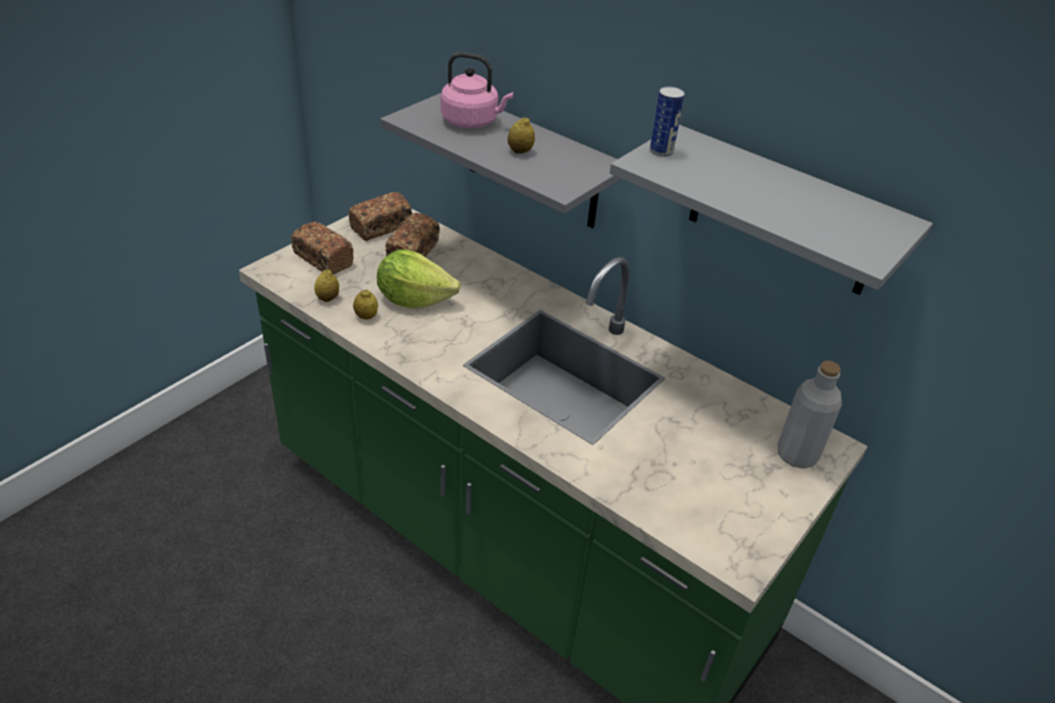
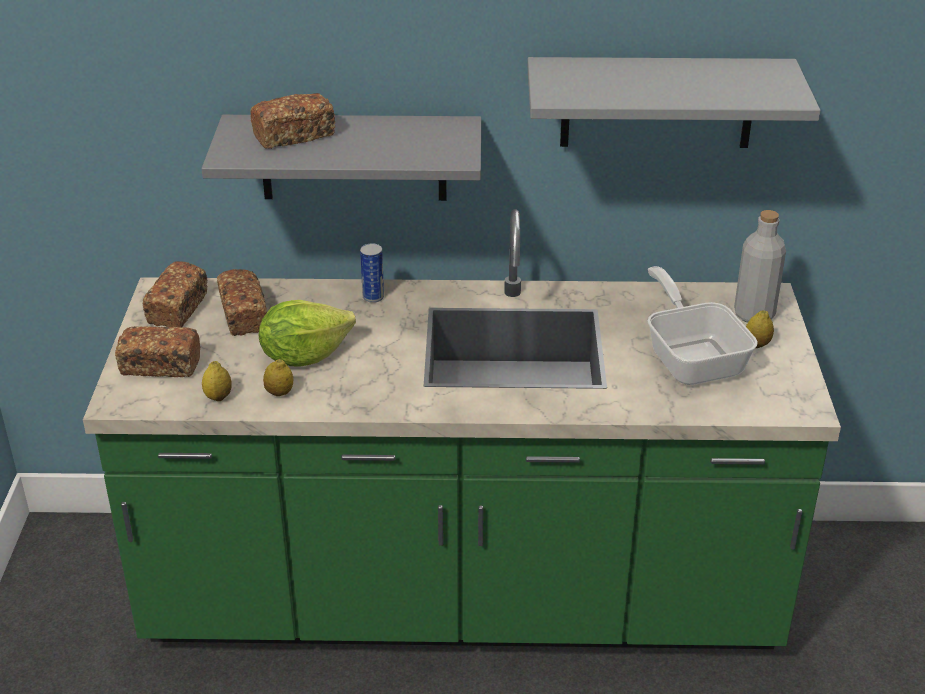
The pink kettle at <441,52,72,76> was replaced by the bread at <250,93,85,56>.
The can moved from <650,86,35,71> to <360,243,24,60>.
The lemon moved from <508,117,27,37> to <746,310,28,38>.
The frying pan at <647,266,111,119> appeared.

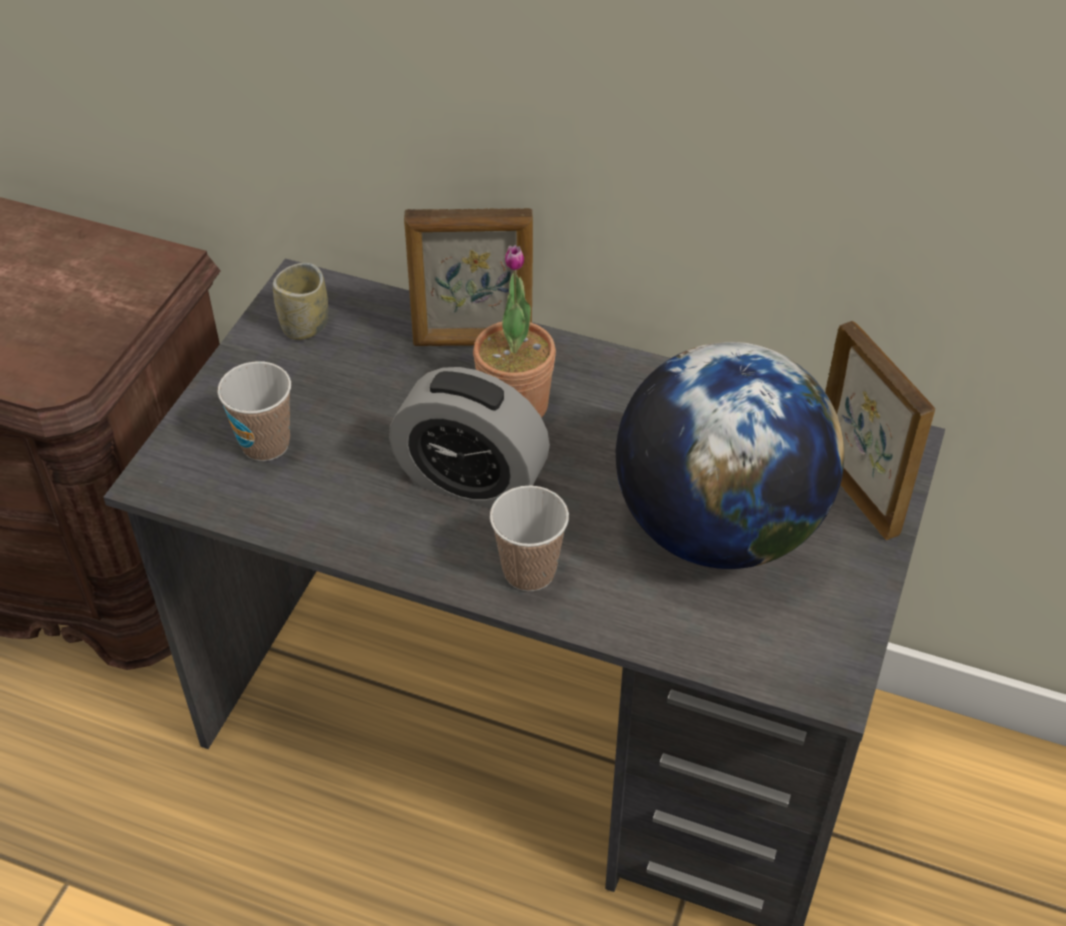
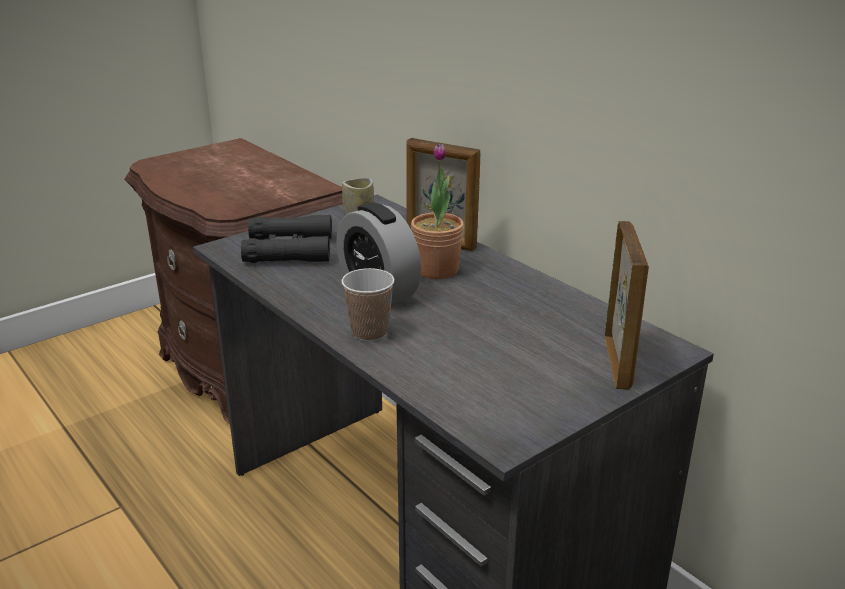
The globe at <616,342,228,227> disappeared.
The cup at <217,361,74,100> was replaced by the black binoculars at <241,215,91,48>.

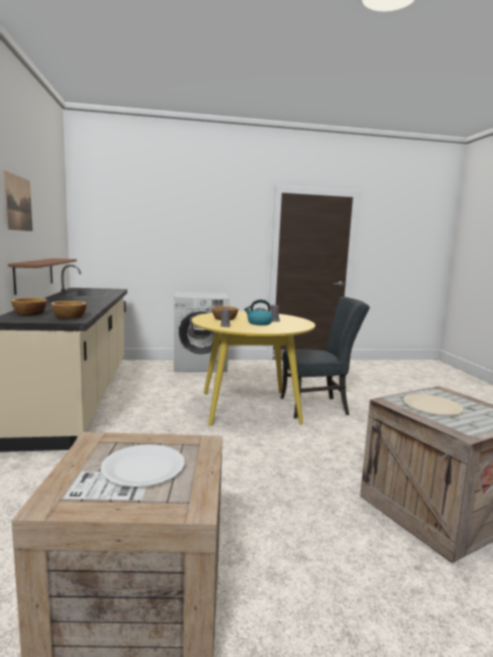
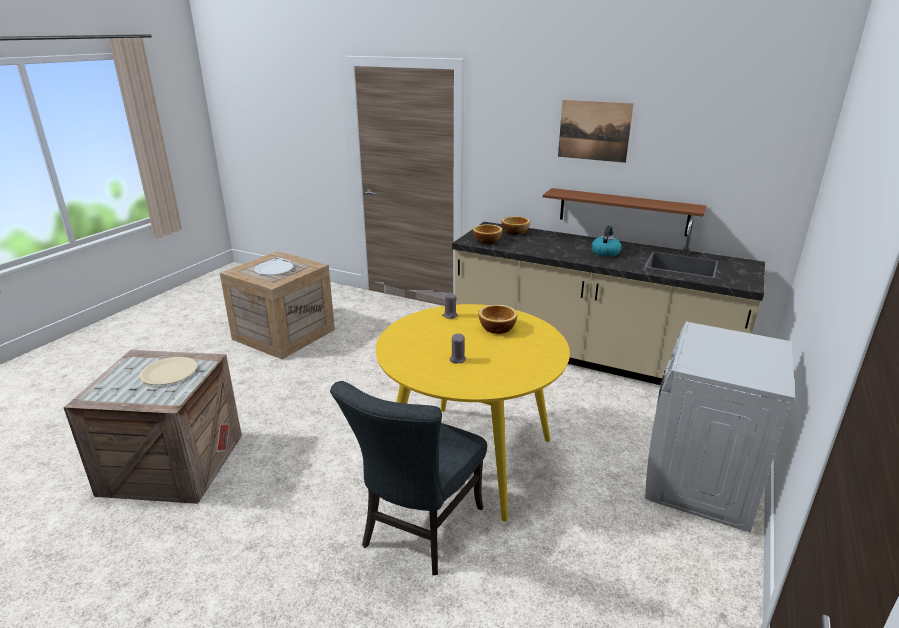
The kettle moved from <244,299,29,26> to <592,226,30,31>.

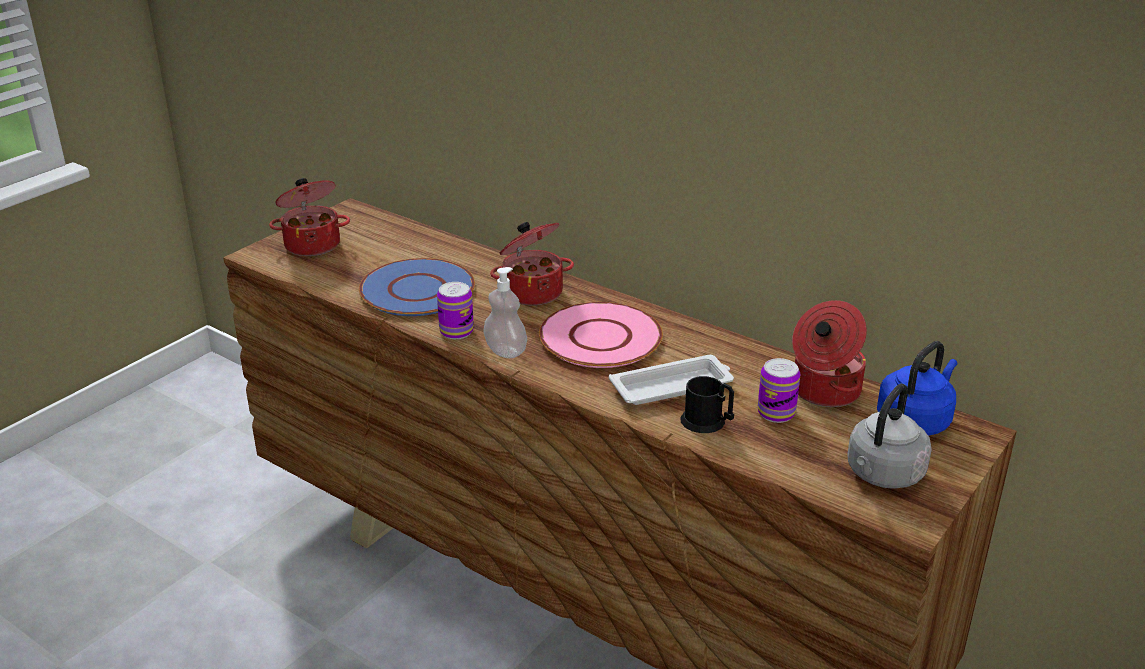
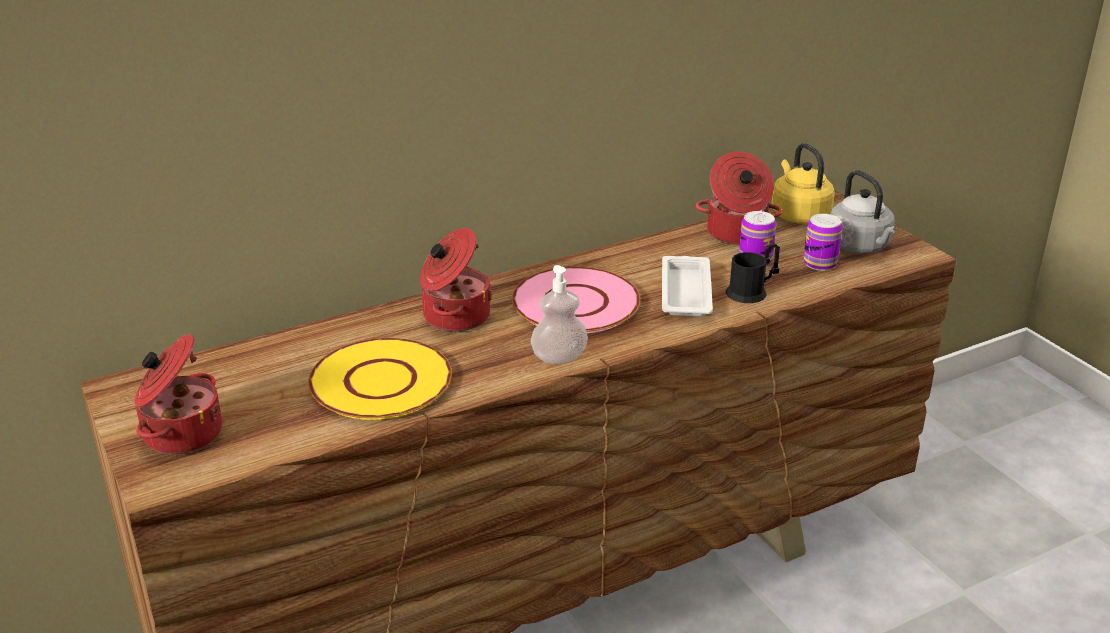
The blue plate at <359,258,116,58> became the yellow plate at <308,338,144,82>.
The can moved from <437,282,37,57> to <804,214,39,57>.
The blue kettle at <877,341,80,95> became the yellow kettle at <772,143,63,81>.

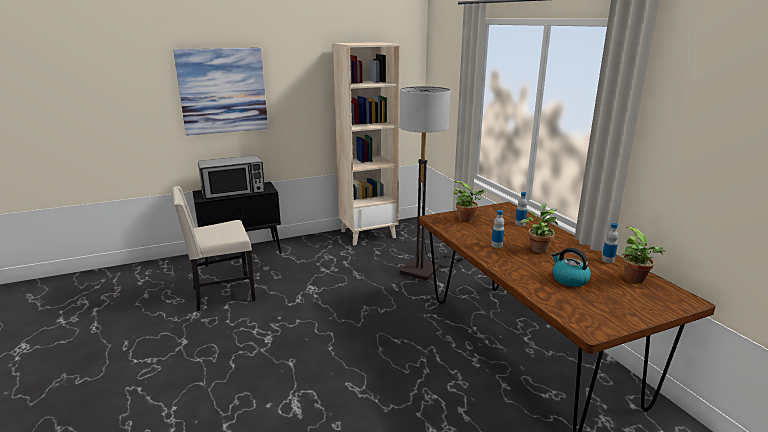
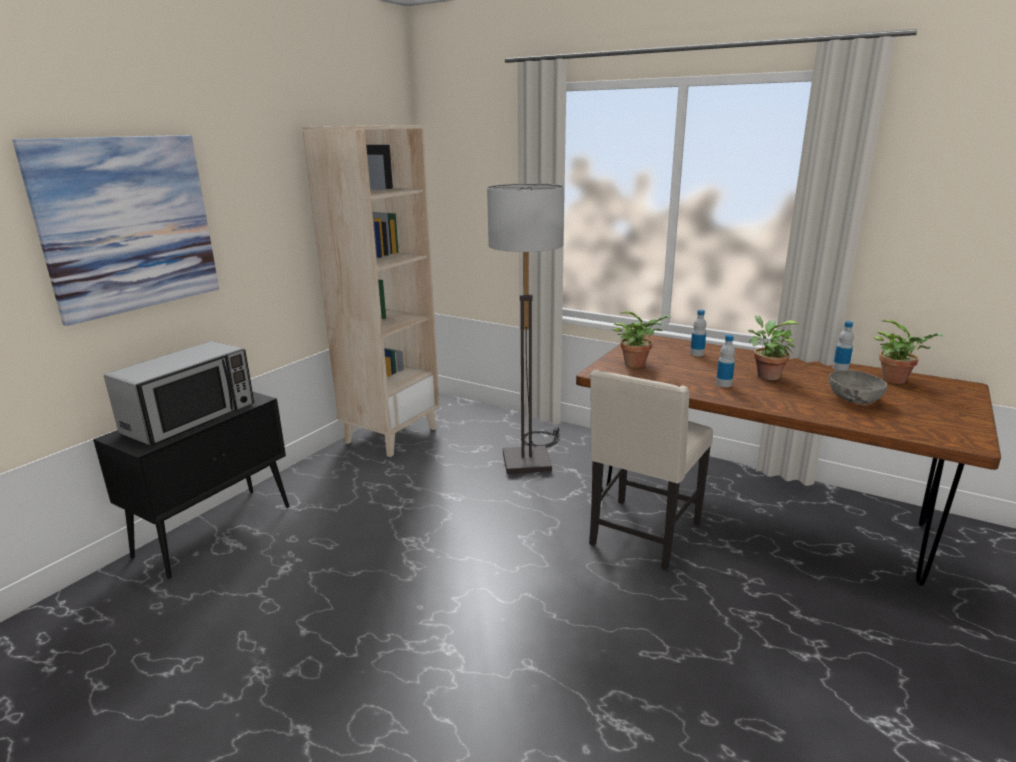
The beige chair moved from <172,186,84,125> to <589,370,124,200>.
The kettle at <552,248,39,39> was replaced by the grey bowl at <829,370,58,34>.

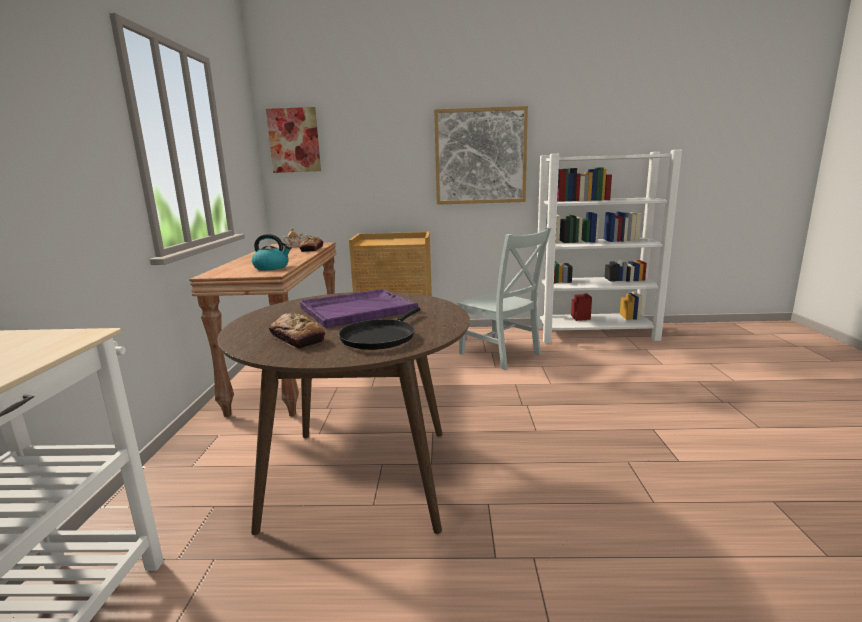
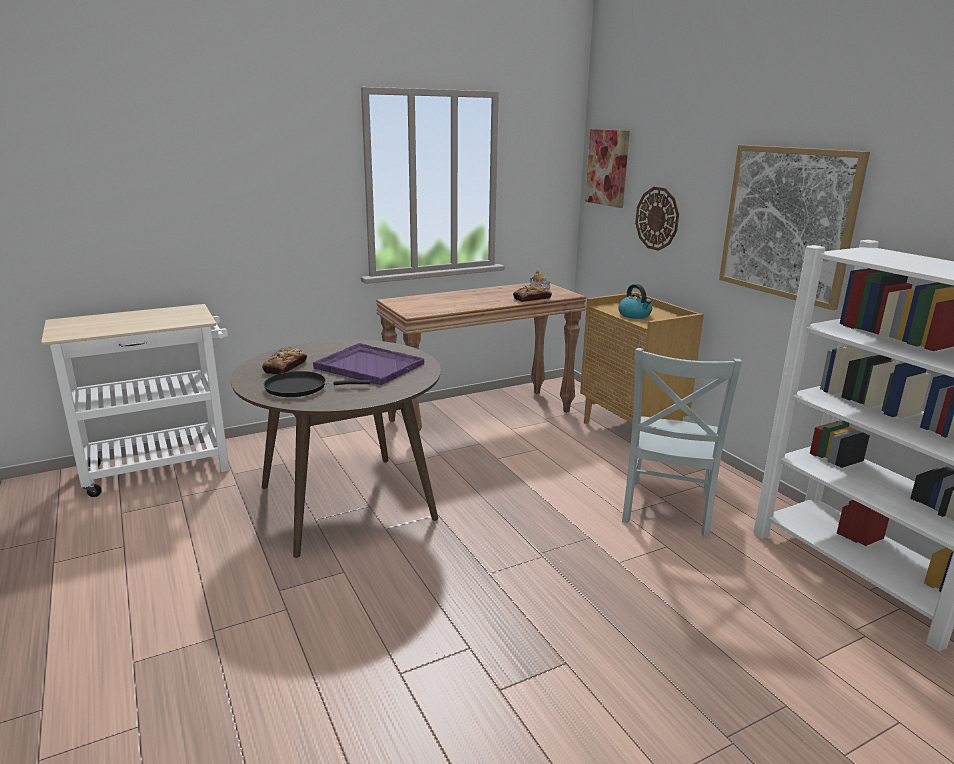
The kettle moved from <252,234,40,36> to <618,284,34,35>.
The wall clock at <635,187,44,64> appeared.

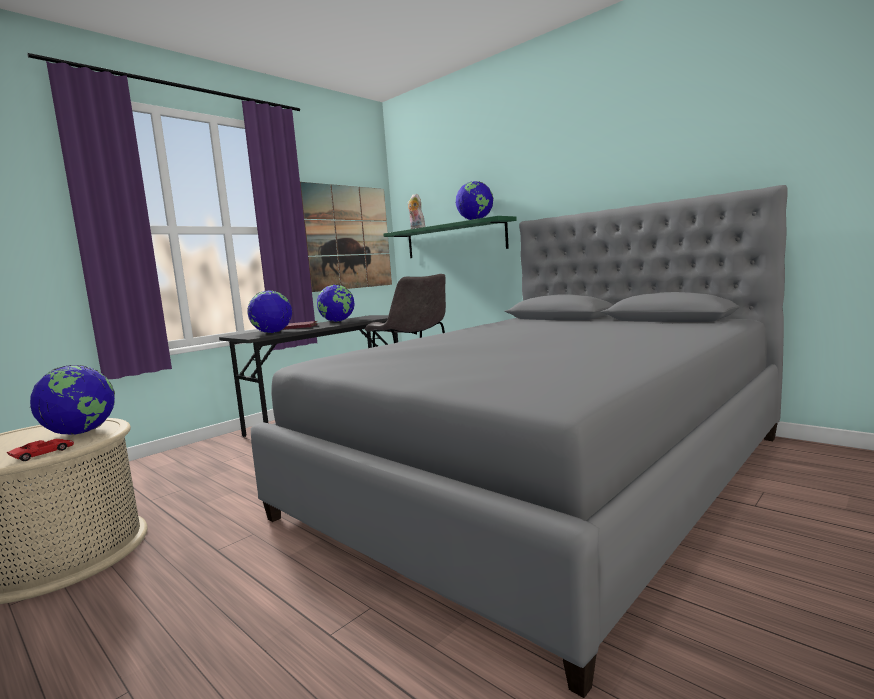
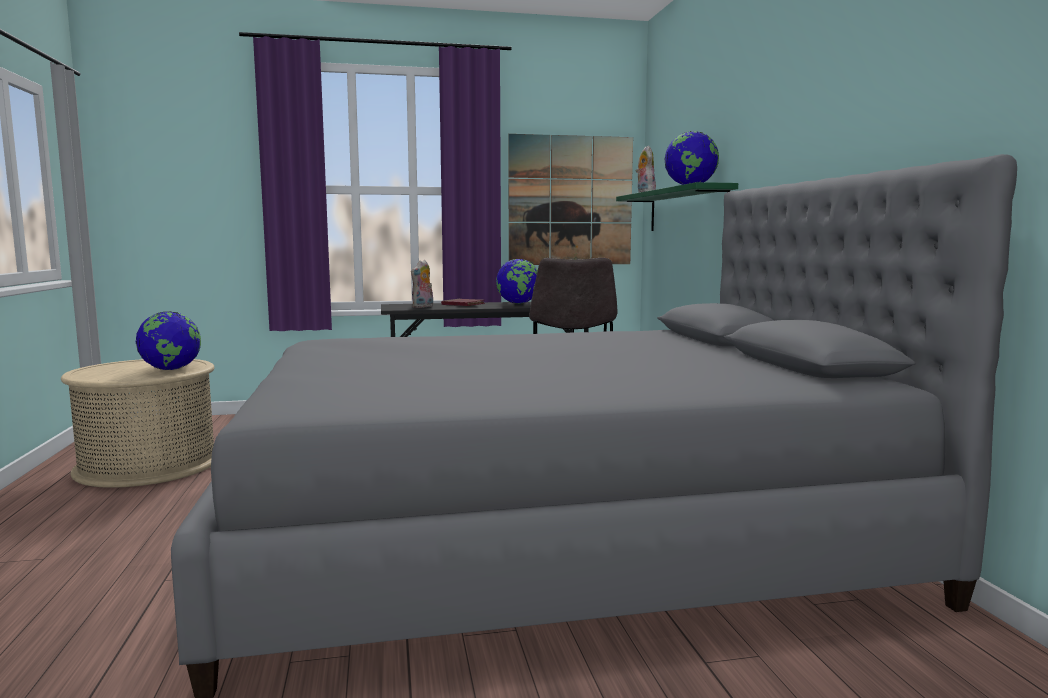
The globe at <247,290,45,43> was replaced by the plush toy at <411,260,22,48>.
The red toy car at <7,439,67,22> disappeared.

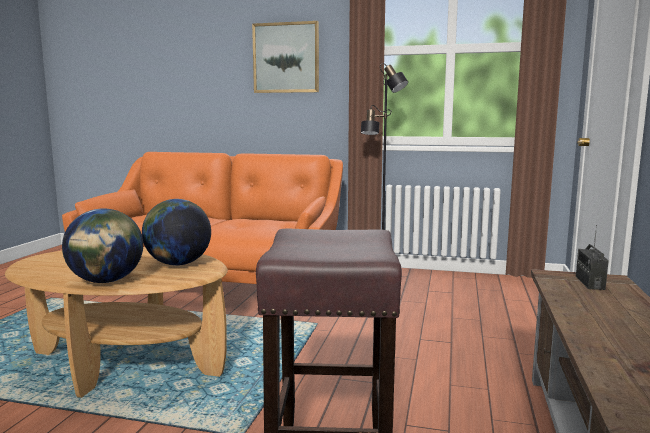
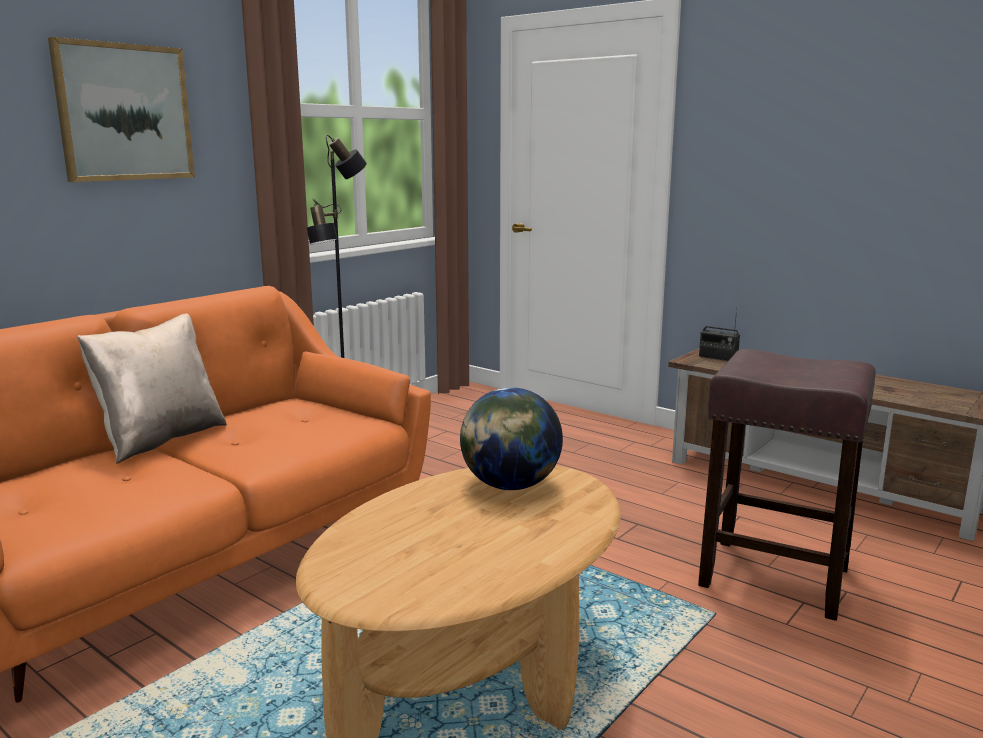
The globe at <62,208,81,75> disappeared.
The beige pillow at <77,313,150,151> appeared.

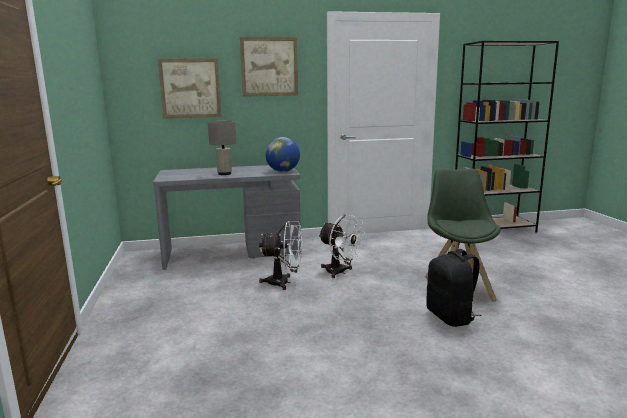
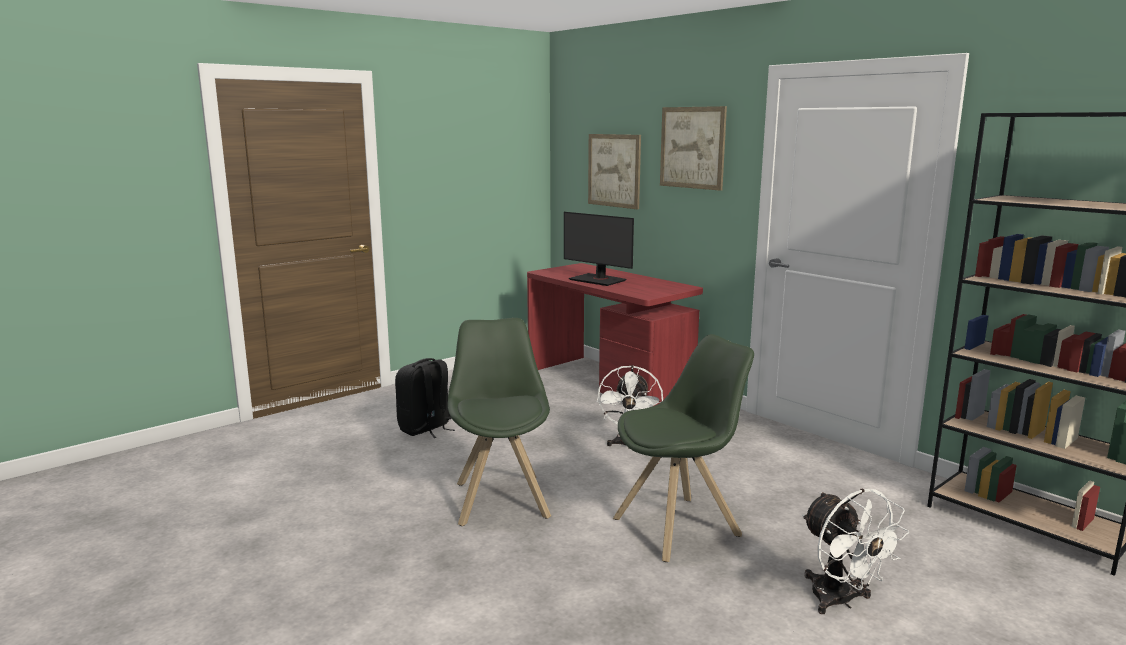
The grey table lamp at <208,120,28,55> was replaced by the monitor at <564,212,70,74>.
The globe at <265,137,35,35> disappeared.
The grey desk at <153,165,148,105> became the red desk at <527,263,176,143>.
The white fan moved from <259,221,43,69> to <802,488,107,126>.
The black backpack moved from <426,249,56,78> to <395,358,60,80>.
The green chair at <447,318,104,208> appeared.

